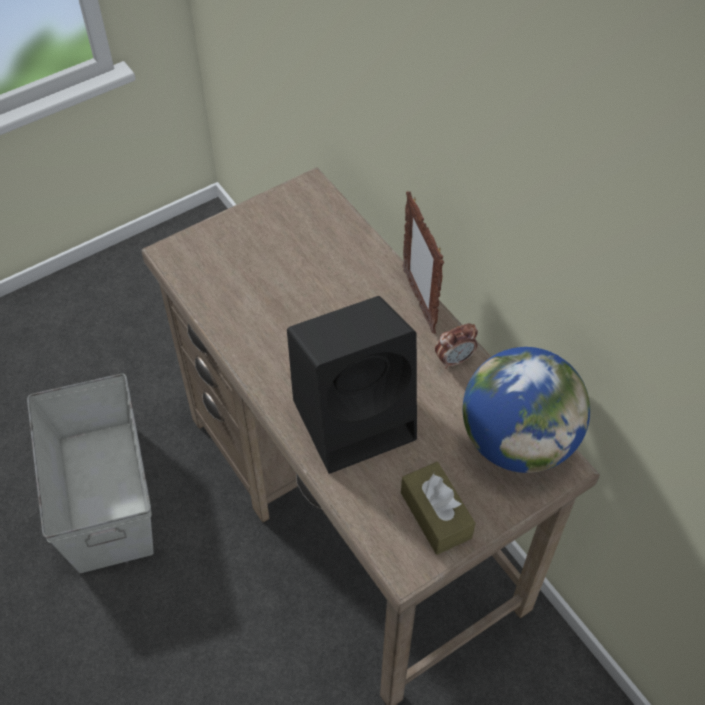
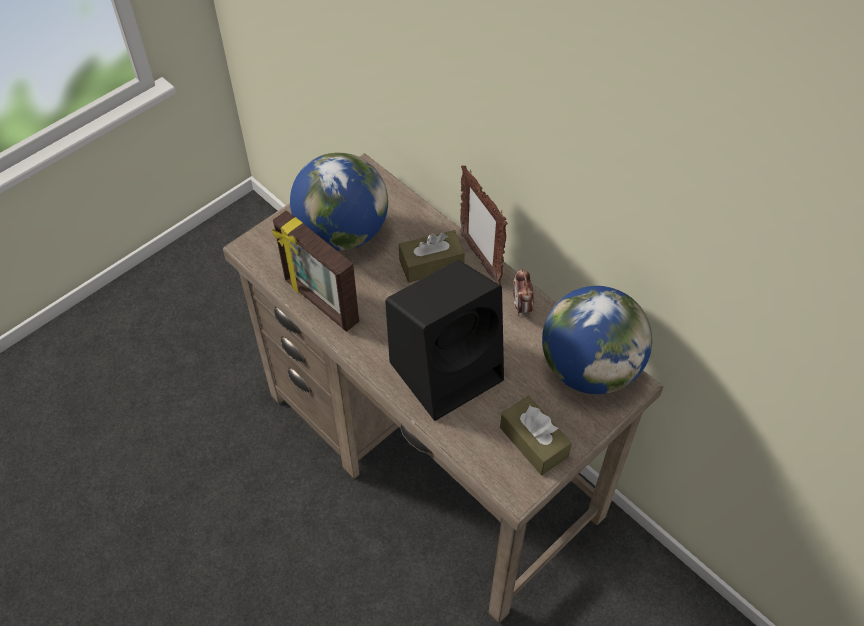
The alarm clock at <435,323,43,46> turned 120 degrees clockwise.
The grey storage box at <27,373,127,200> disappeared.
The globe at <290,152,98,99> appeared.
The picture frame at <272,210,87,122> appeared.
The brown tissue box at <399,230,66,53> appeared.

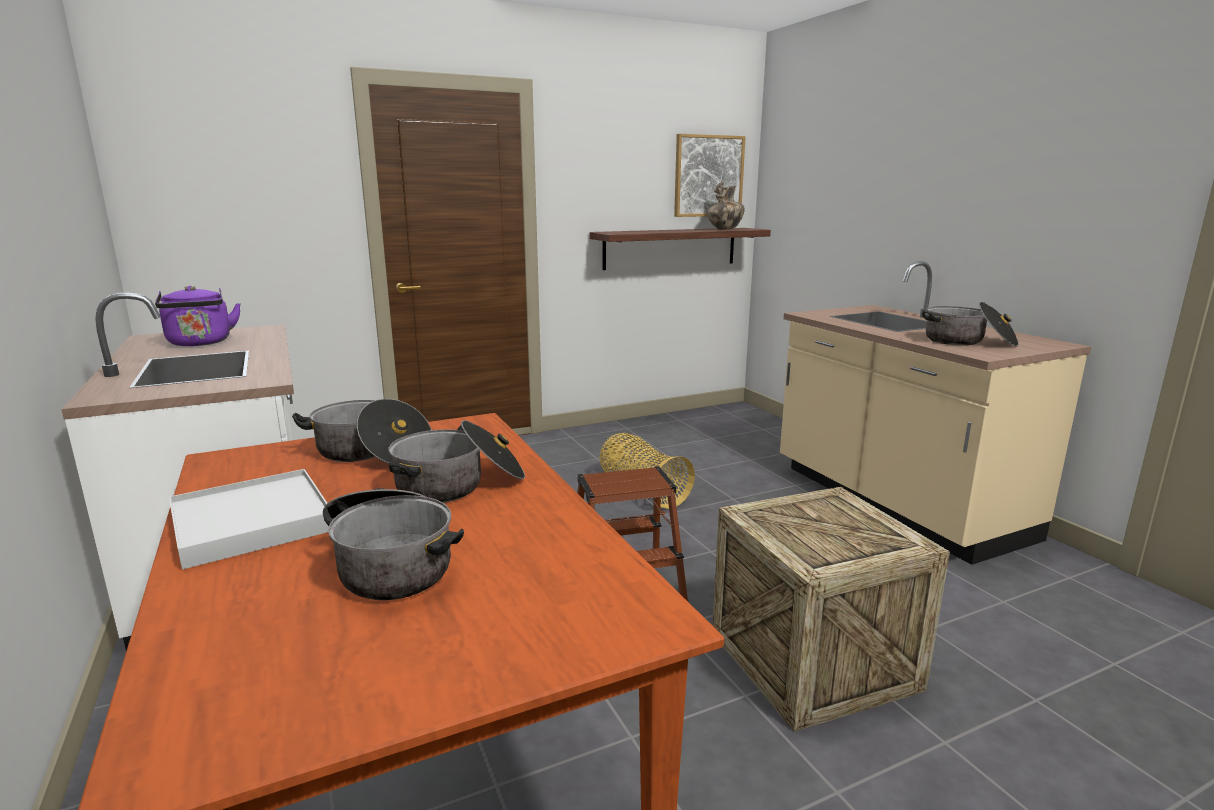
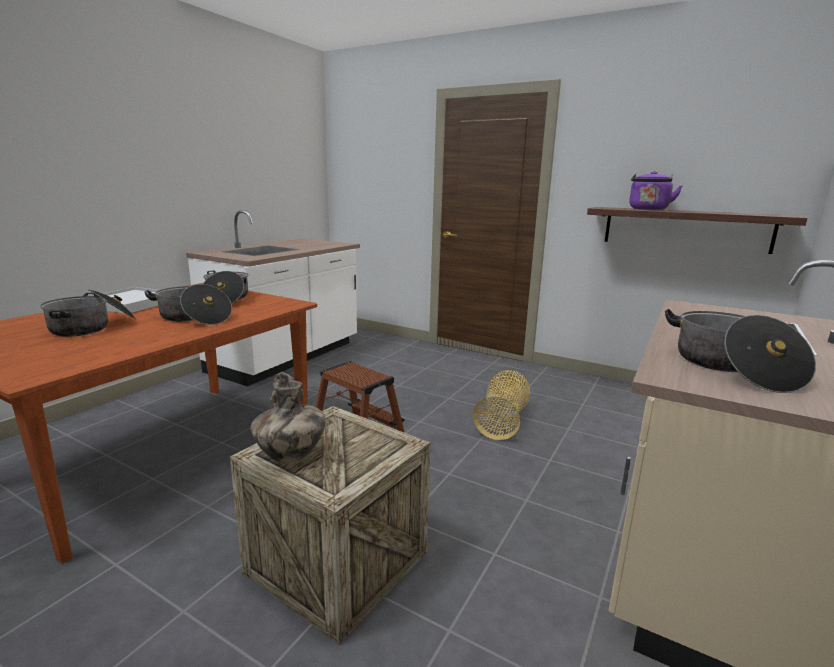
The picture at <674,134,72,83> disappeared.
The vase moved from <706,182,39,48> to <251,372,75,91>.
The purple kettle moved from <155,286,86,60> to <629,171,53,39>.

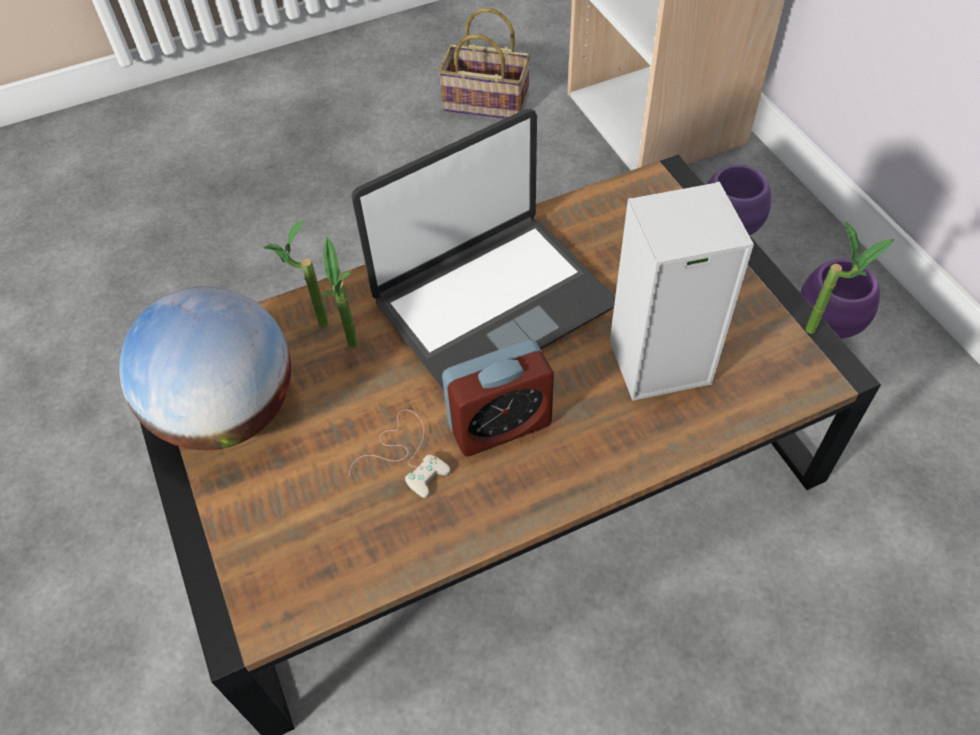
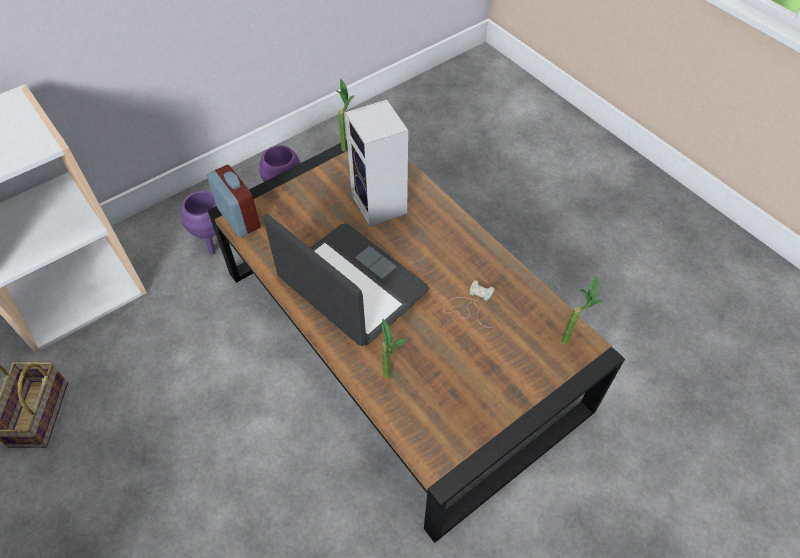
The potted plant moved from <323,236,35,113> to <561,275,42,70>.
The globe at <119,286,172,164> disappeared.
The alarm clock moved from <442,339,112,118> to <207,165,53,73>.

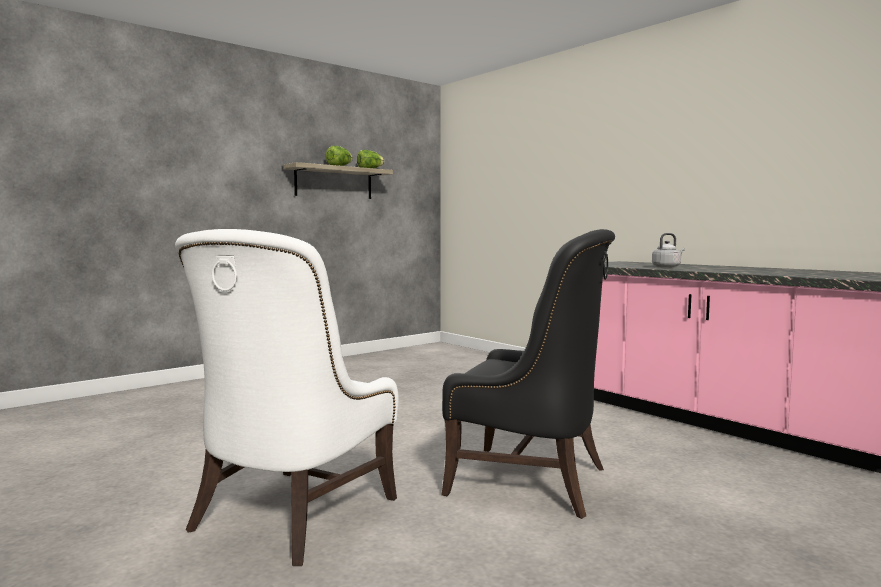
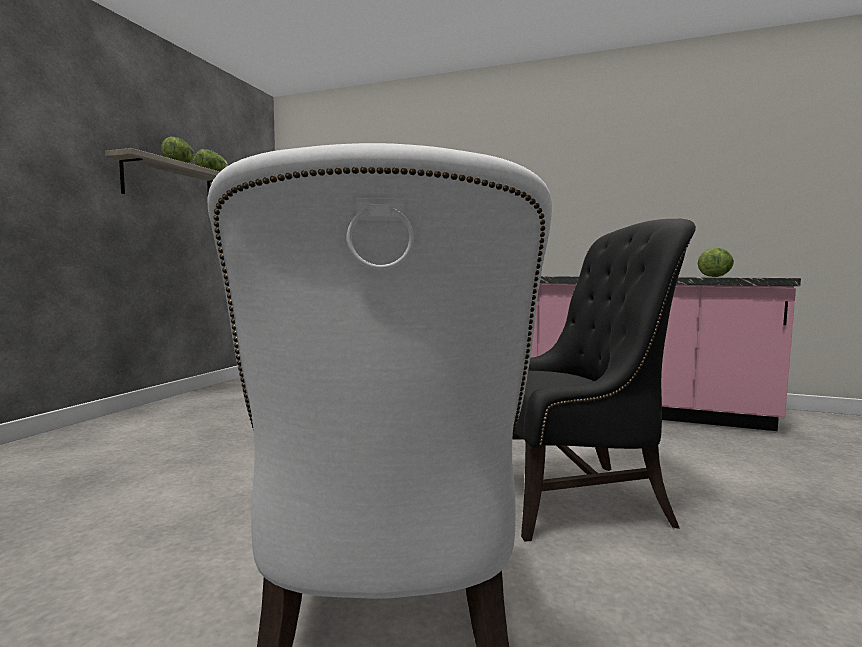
The grey kettle at <652,233,33,35> disappeared.
The lettuce at <698,248,36,29> appeared.

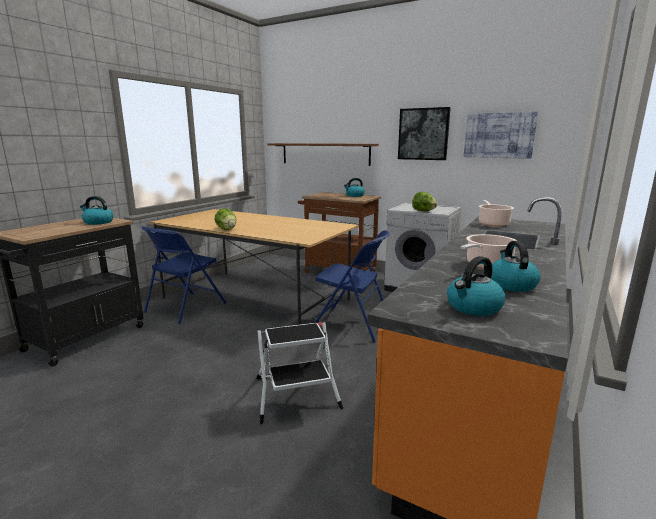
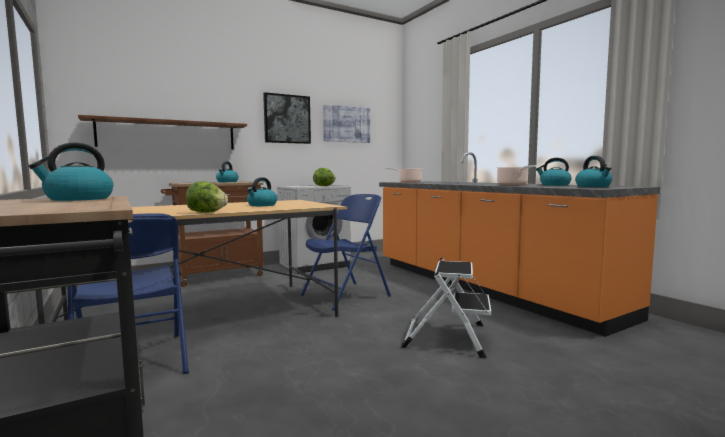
The kettle at <247,177,30,29> appeared.

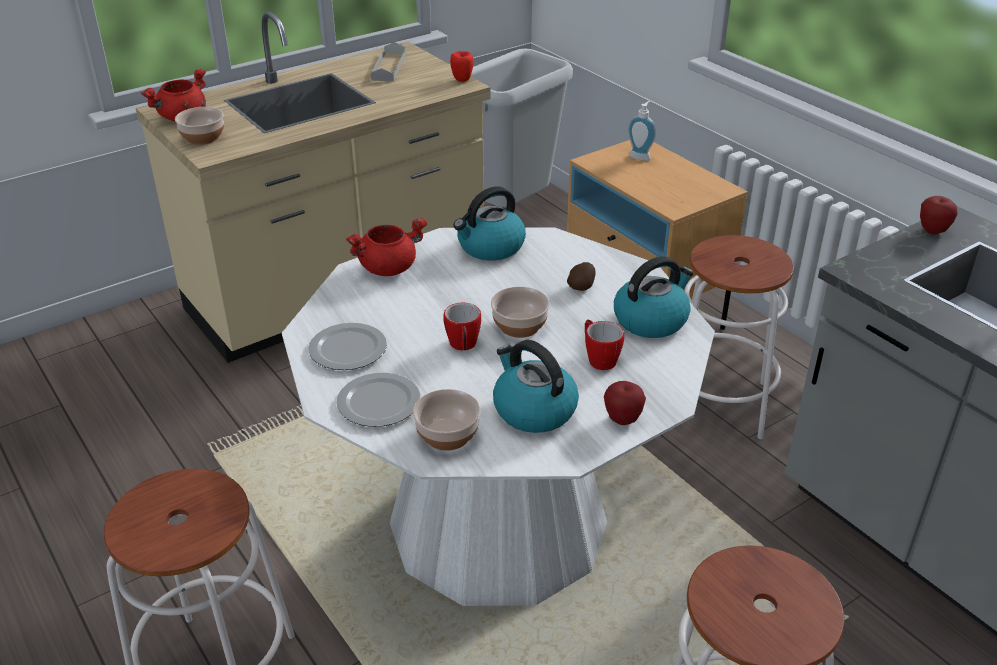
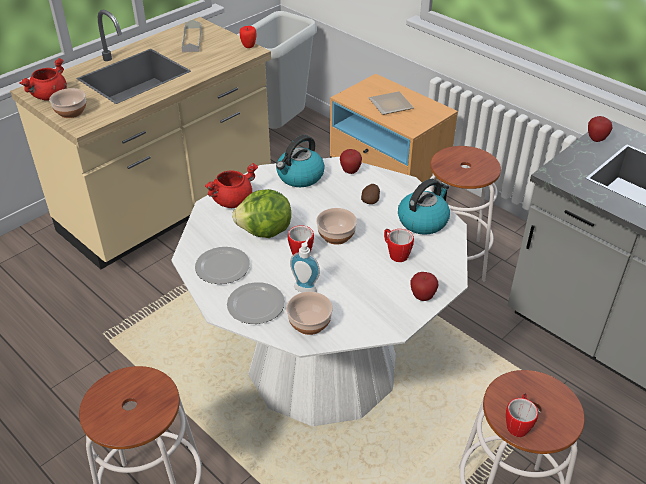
The soap dispenser moved from <628,101,28,60> to <290,237,30,56>.
The kettle at <493,340,86,93> disappeared.
The plate at <368,91,46,24> appeared.
The apple at <340,149,22,25> appeared.
The lettuce at <232,189,59,49> appeared.
The mug at <506,393,32,44> appeared.

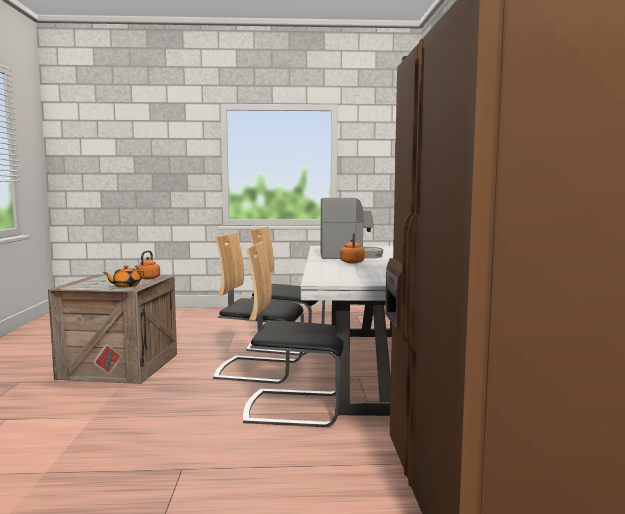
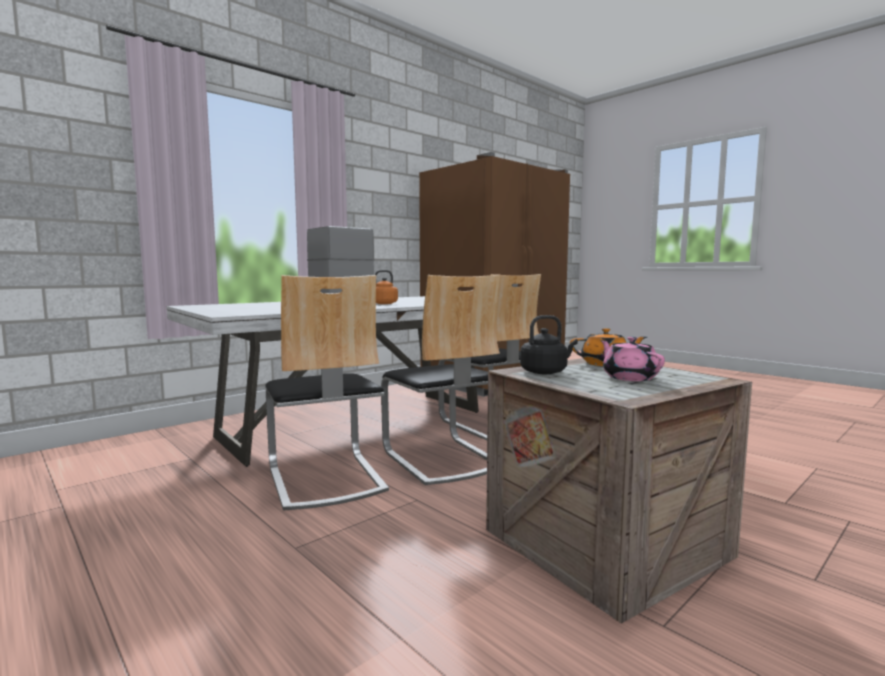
The orange kettle at <135,251,25,28> became the black kettle at <520,315,58,59>.
The pink teapot at <600,337,65,44> appeared.

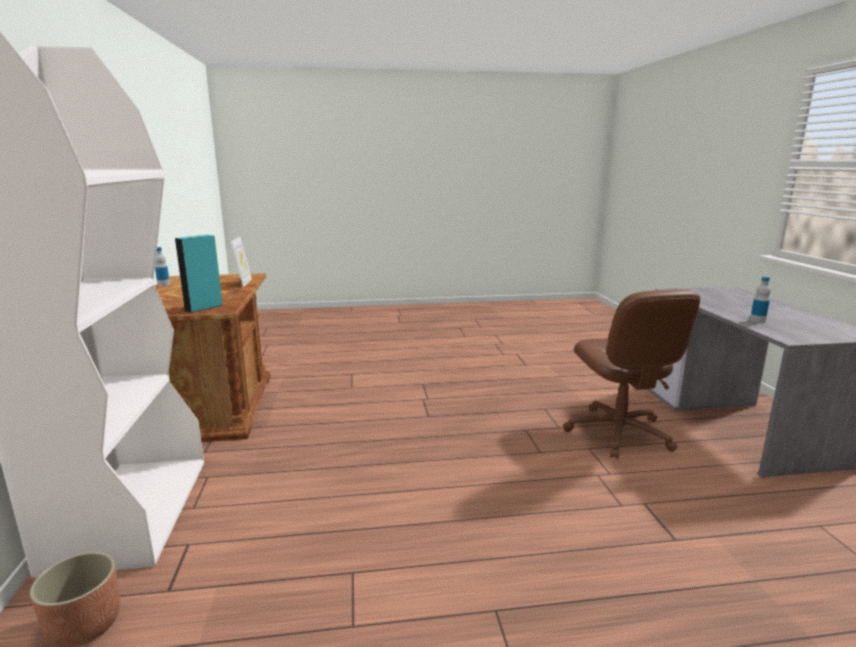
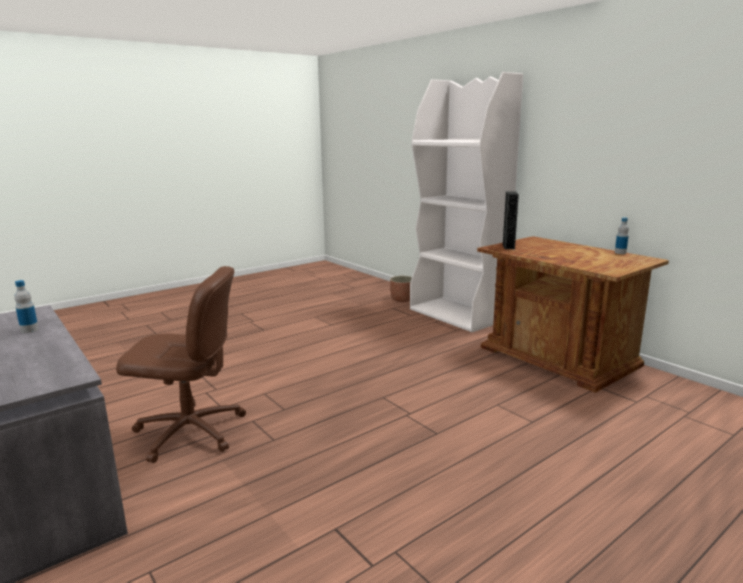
The turquoise speaker at <175,235,48,78> became the black speaker at <503,191,16,58>.
The picture frame at <231,237,21,50> disappeared.
The brown office chair at <563,289,137,170> turned 135 degrees clockwise.

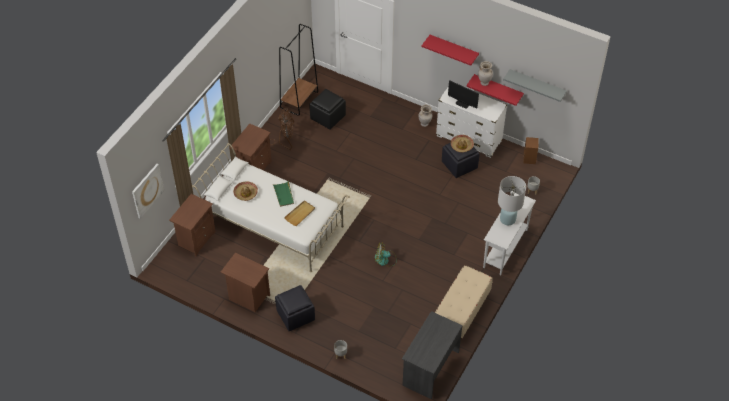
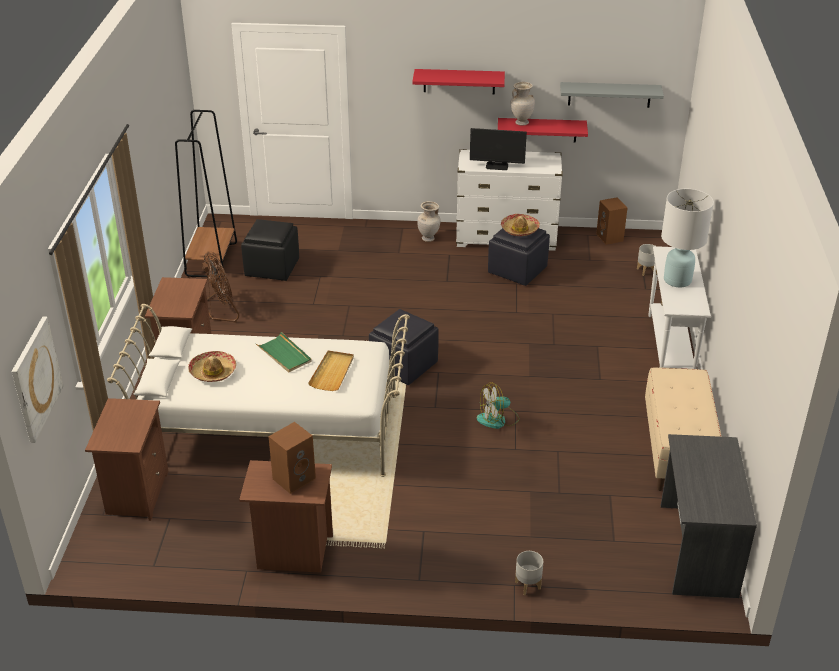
The black ottoman moved from <275,285,40,46> to <369,309,70,76>.
The brown speaker at <268,422,48,72> appeared.

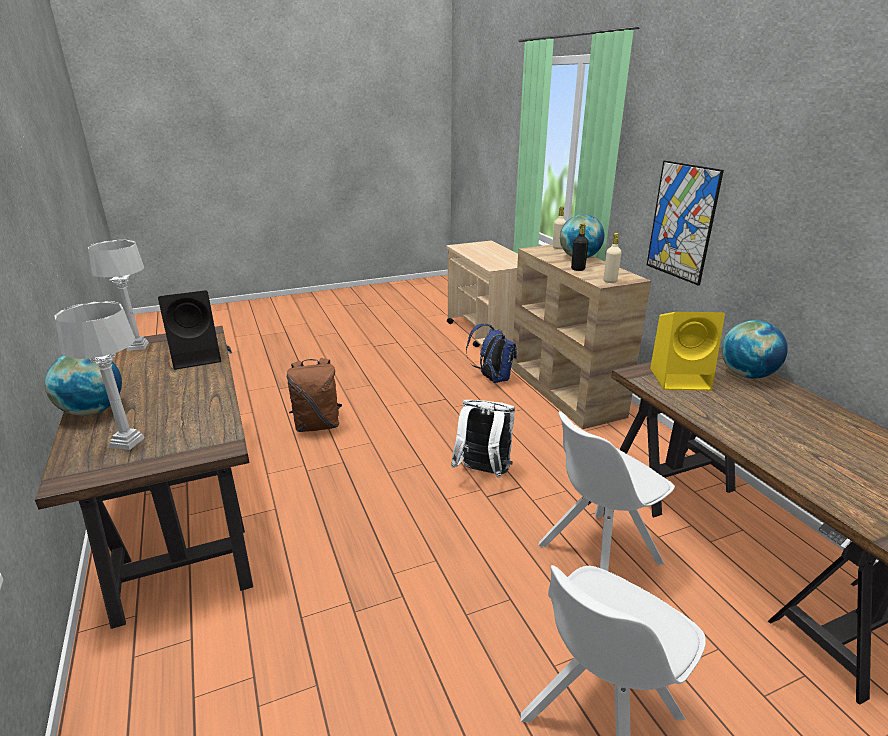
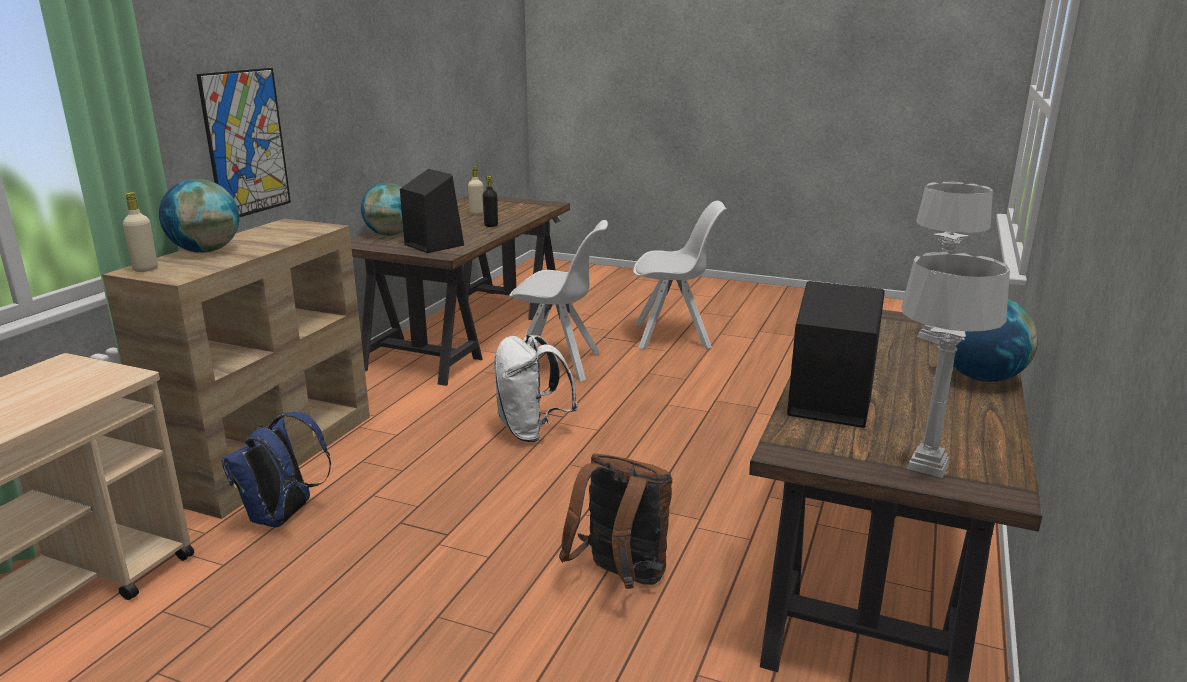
The black bottle moved from <571,223,18,48> to <483,176,15,51>.
The beige bottle moved from <604,233,18,50> to <468,166,16,49>.
The yellow speaker at <650,312,75,79> became the black speaker at <400,169,64,84>.

